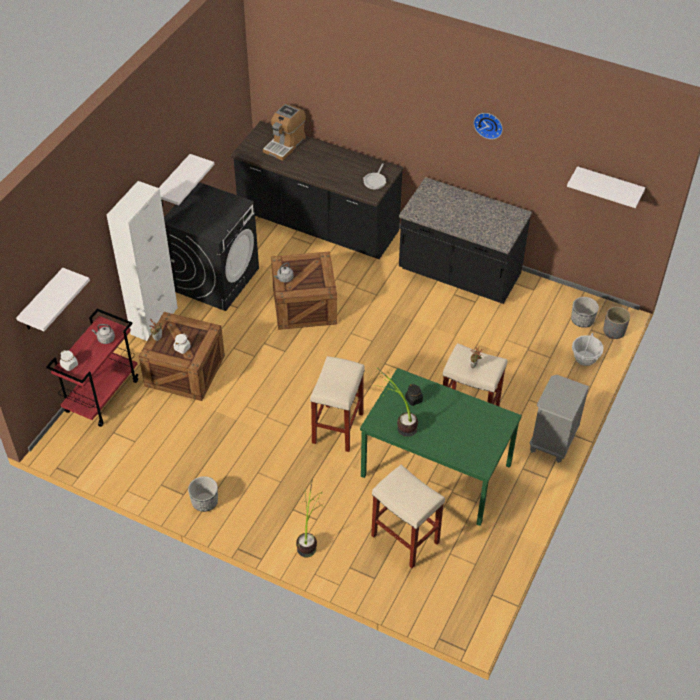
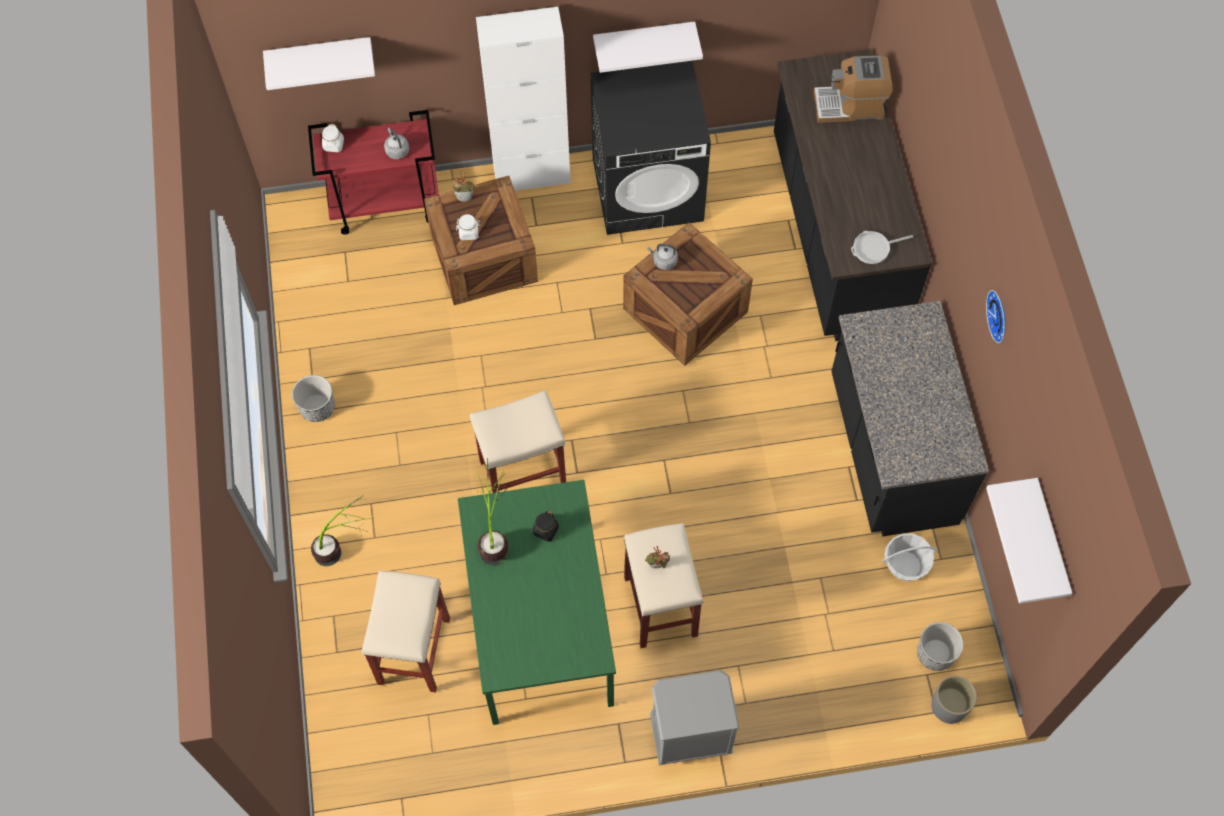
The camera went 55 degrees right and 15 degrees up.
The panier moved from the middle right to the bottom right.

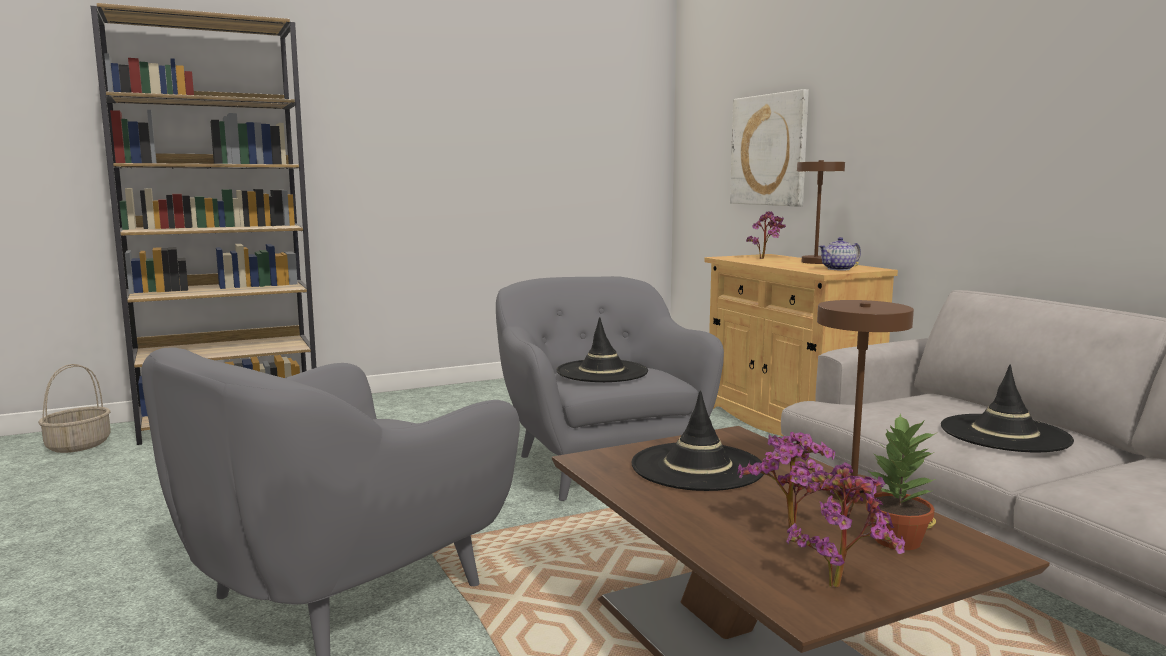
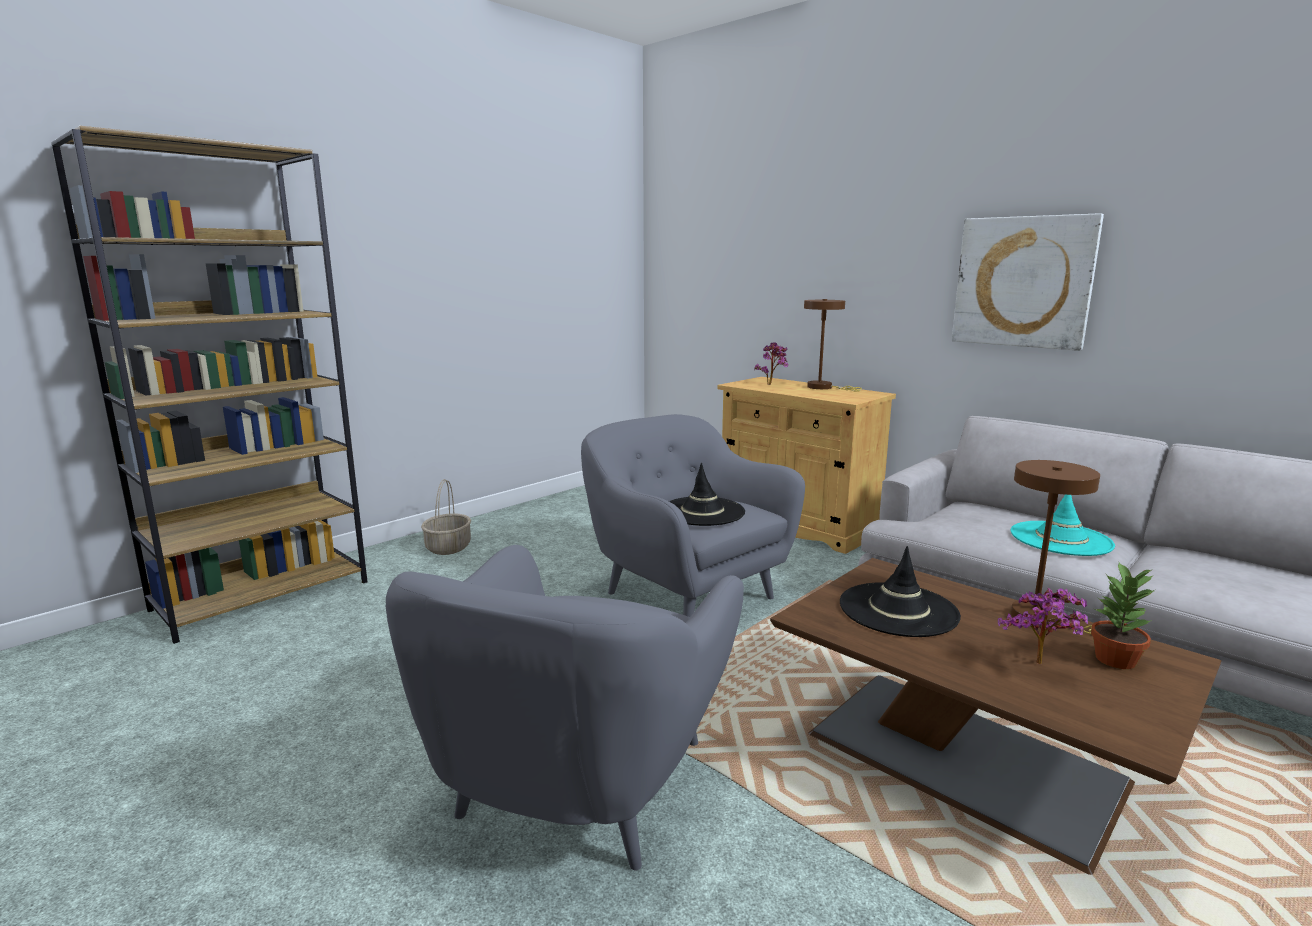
The camera went 20 degrees left and 5 degrees up.
The plante en pot (3rd from left) at the bottom right disappeared.
The théière at the middle right disappeared.
The panier moved from the middle left to the centre.
The tableau moved from the top centre to the top right.
The chapeau (noir) (3rd from left) at the middle right became the chapeau (turquoise) at the middle right.

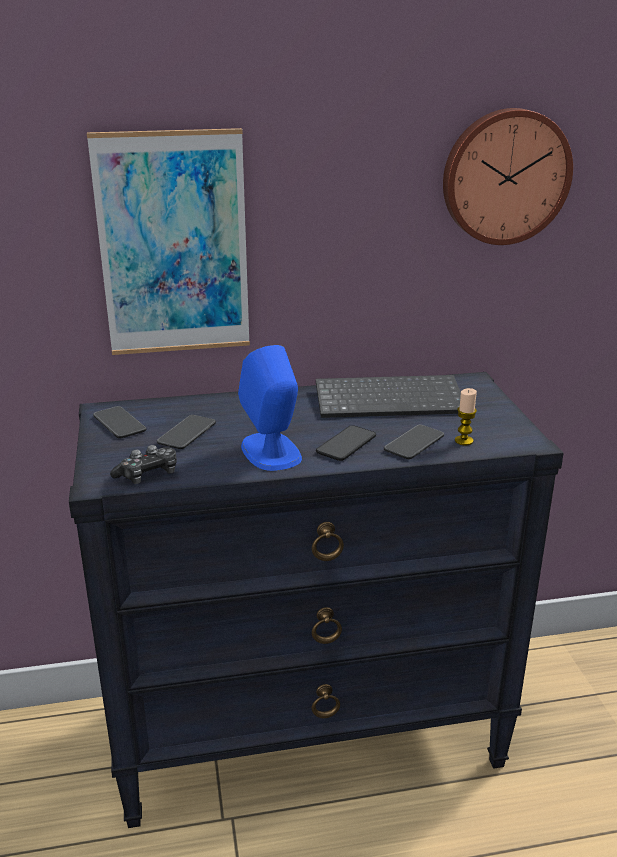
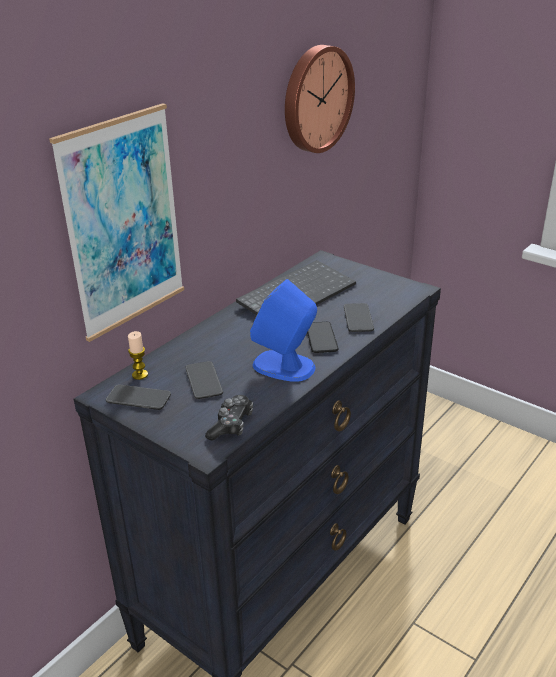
The camera went 40 degrees left and 5 degrees up.
The bougie moved from the middle right to the middle left.

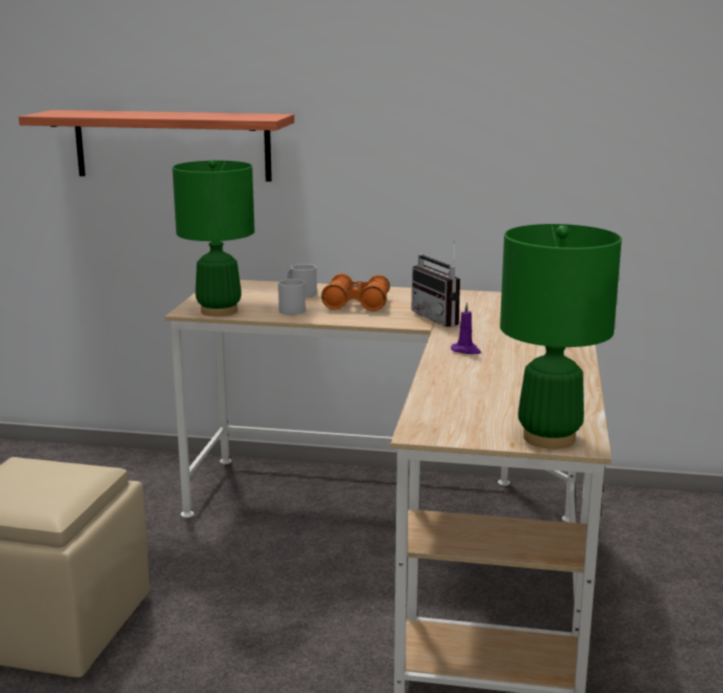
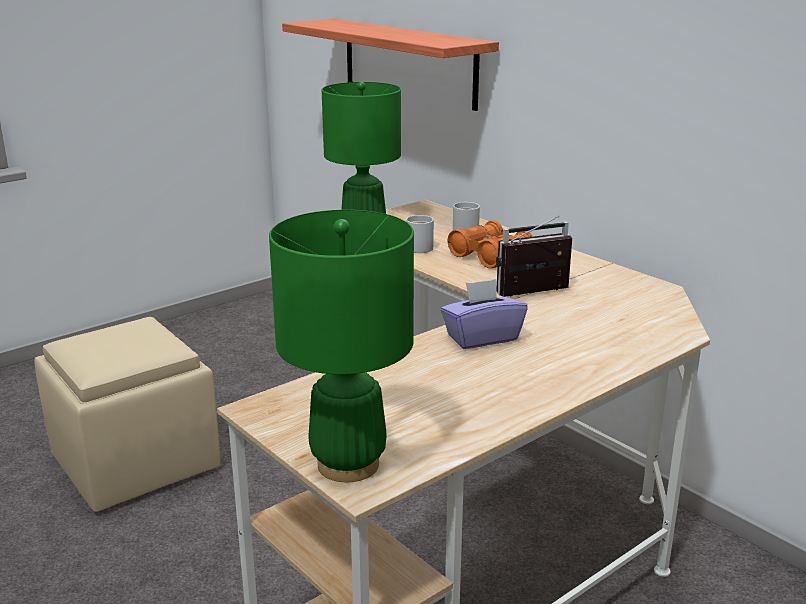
The camera went 40 degrees right and 5 degrees up.
The bougie (violet) at the centre was replaced by the boîte à mouchoirs (violet) at the centre.
The radio at the centre turned 60 degrees clockwise.

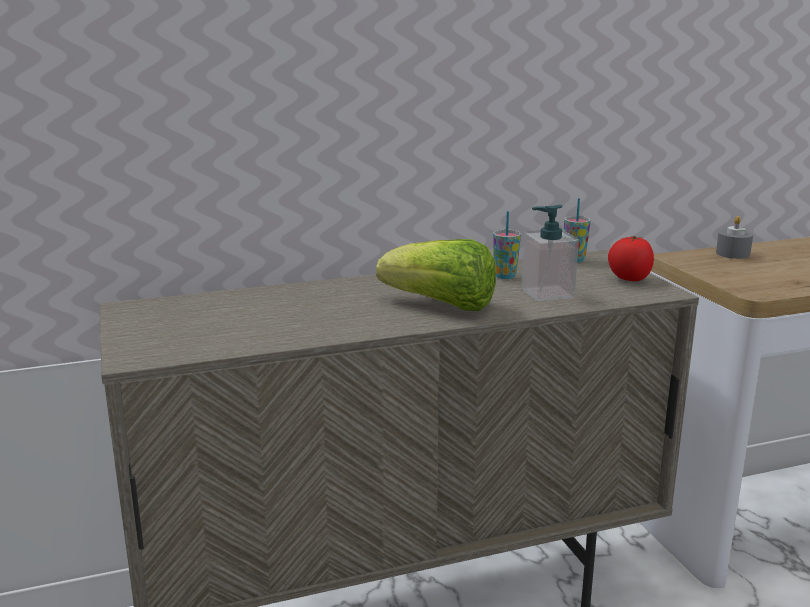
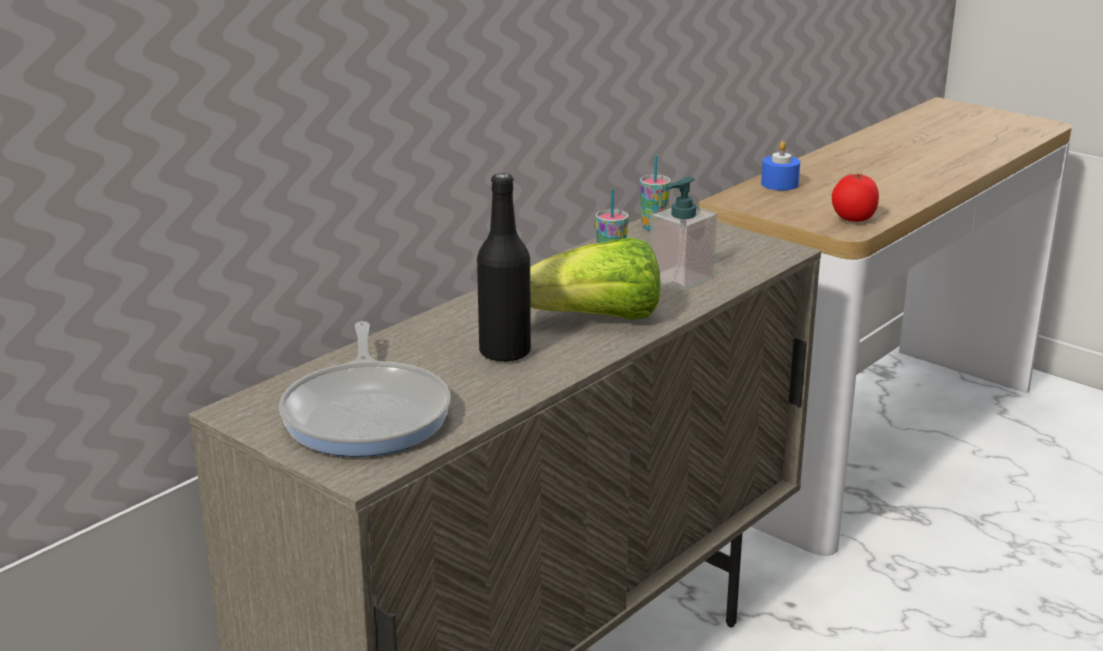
The camera went 30 degrees left and 5 degrees up.
The poêle at the middle left appeared.
The bouteille (noir) at the centre appeared.
The tomate moved from the middle right to the top right.
The bougie (gris) at the middle right became the bougie (bleu) at the top right.

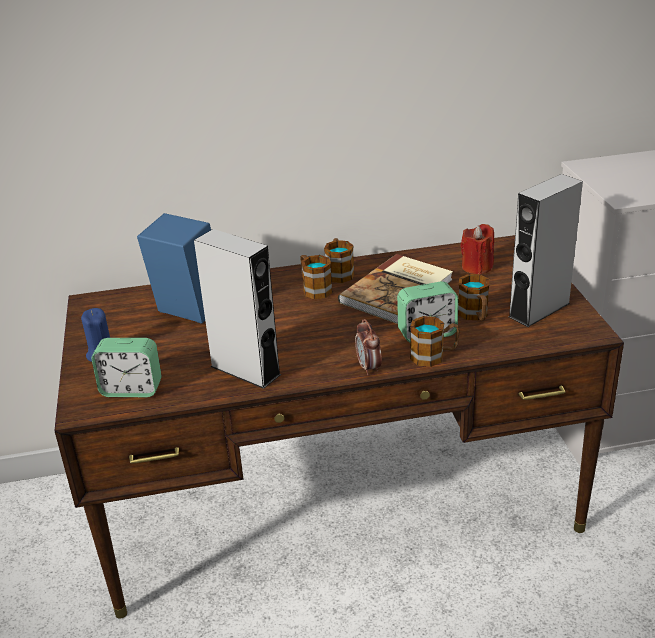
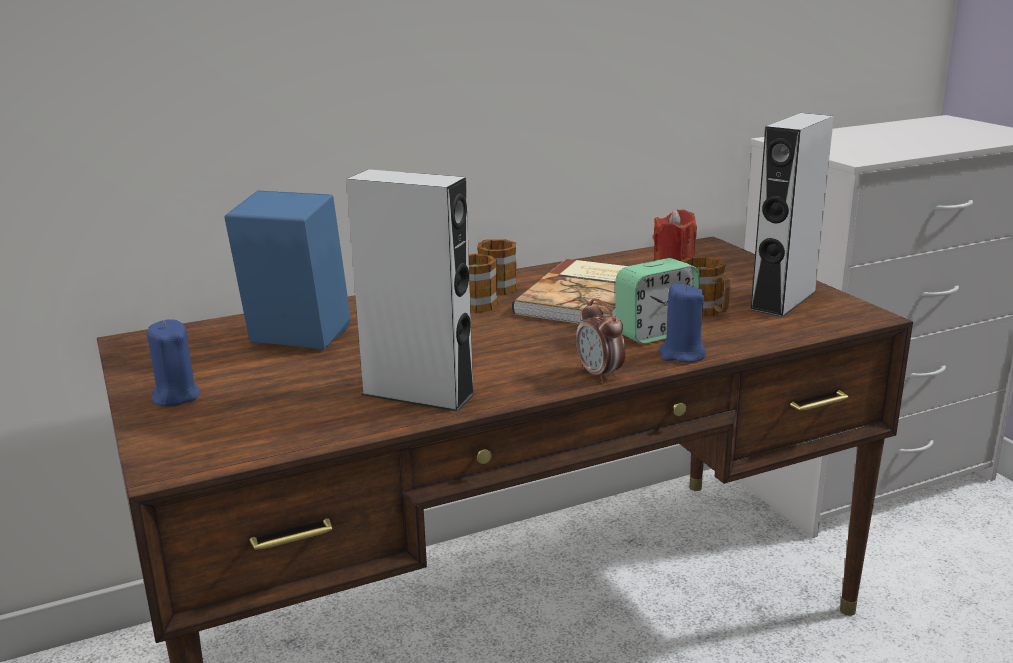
The camera went 15 degrees left and 10 degrees down.
The réveil (1st from left) at the middle left disappeared.
The mug (3rd from left) at the centre was replaced by the bougie (bleu) (2nd from left) at the middle right.

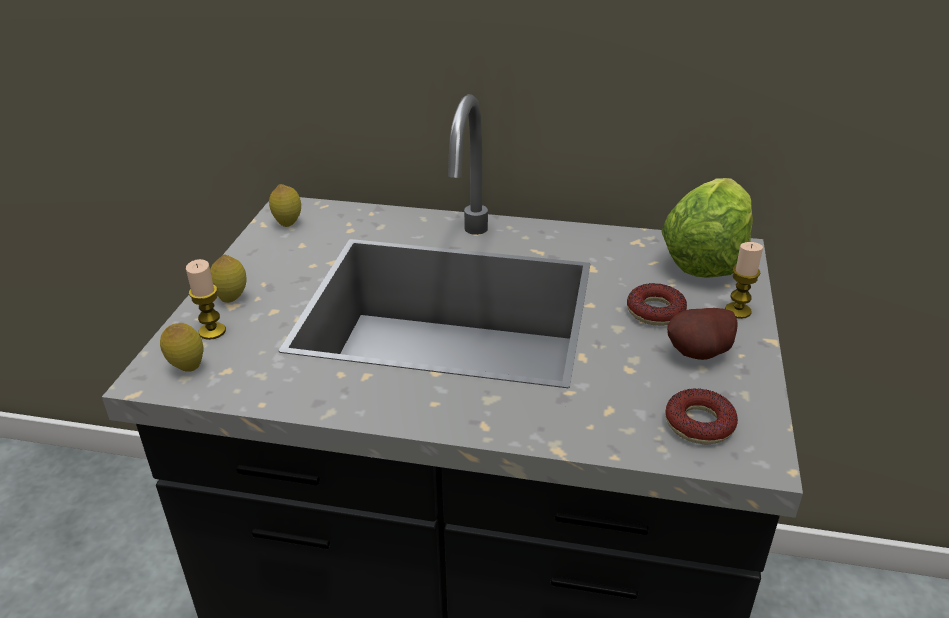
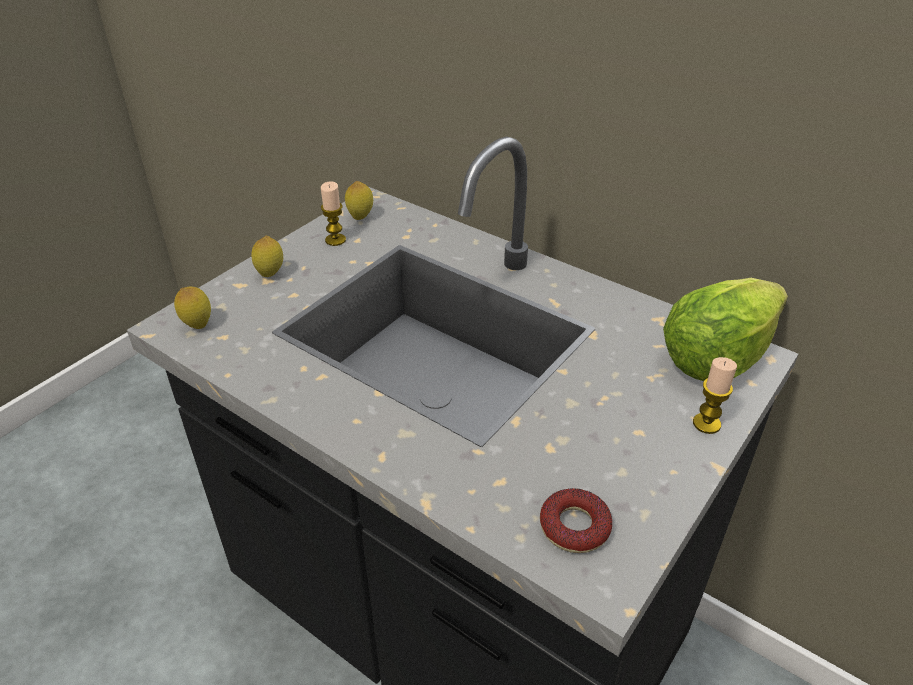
The camera went 25 degrees right and 5 degrees up.
The beignet (1st from left) at the middle right disappeared.
The pomme de terre at the middle right disappeared.
The bougie (1st from left) moved from the middle left to the top centre.

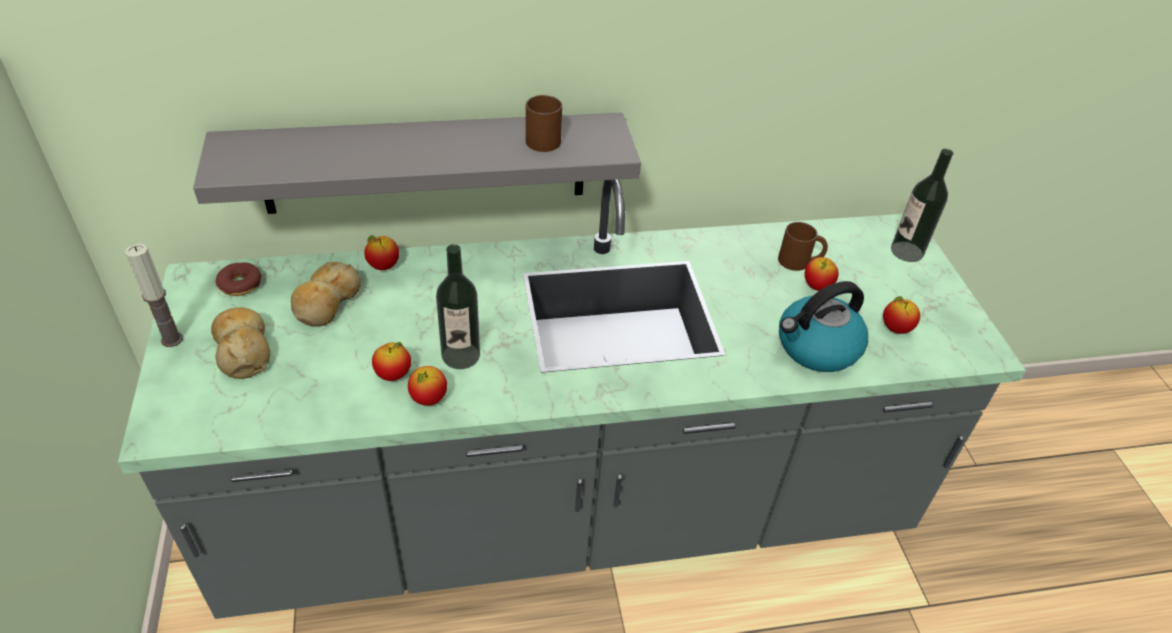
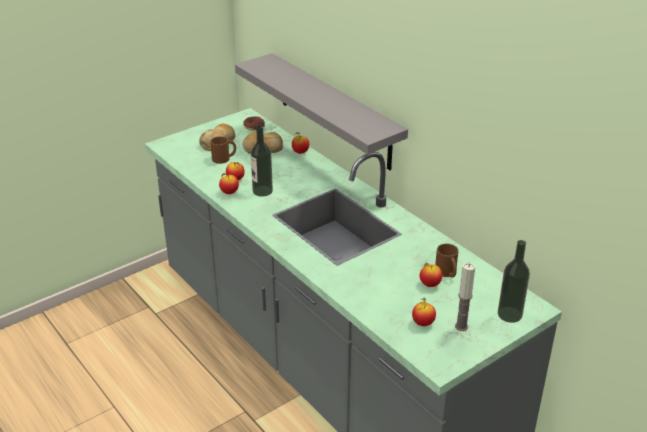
The camera went 65 degrees right and 10 degrees down.
The bouilloire at the middle right disappeared.
The bougie moved from the middle left to the bottom right.
The mug (marron) (1st from left) moved from the top centre to the centre.

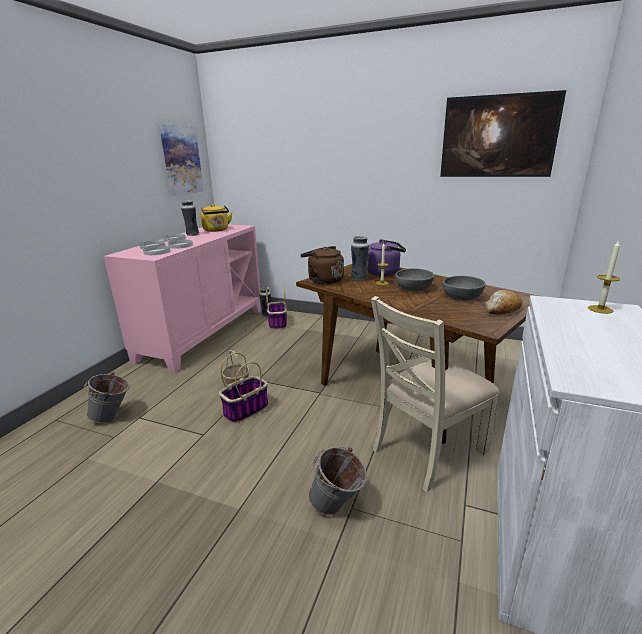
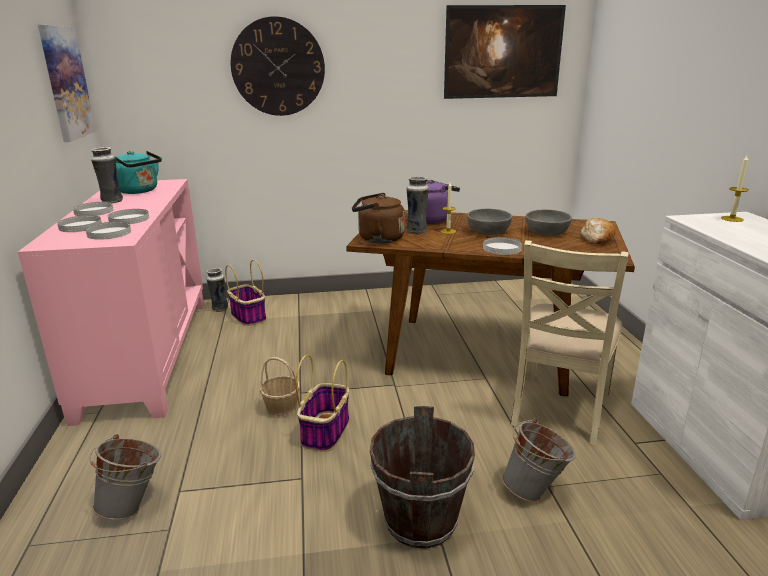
The camera went 30 degrees left and 0 degrees up.
The horloge murale at the top centre appeared.
The seau (marron) at the bottom centre appeared.
The assiette (blanc) (5th from left) at the centre appeared.
The bouilloire (jaune) at the centre became the bouilloire (turquoise) at the top left.

